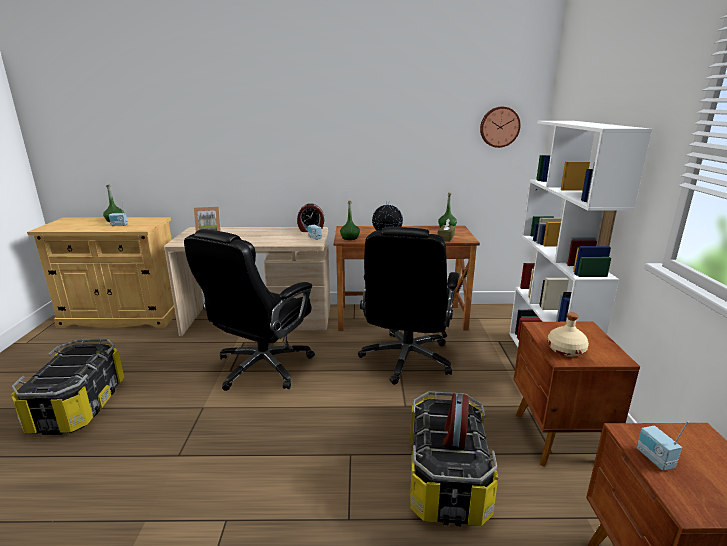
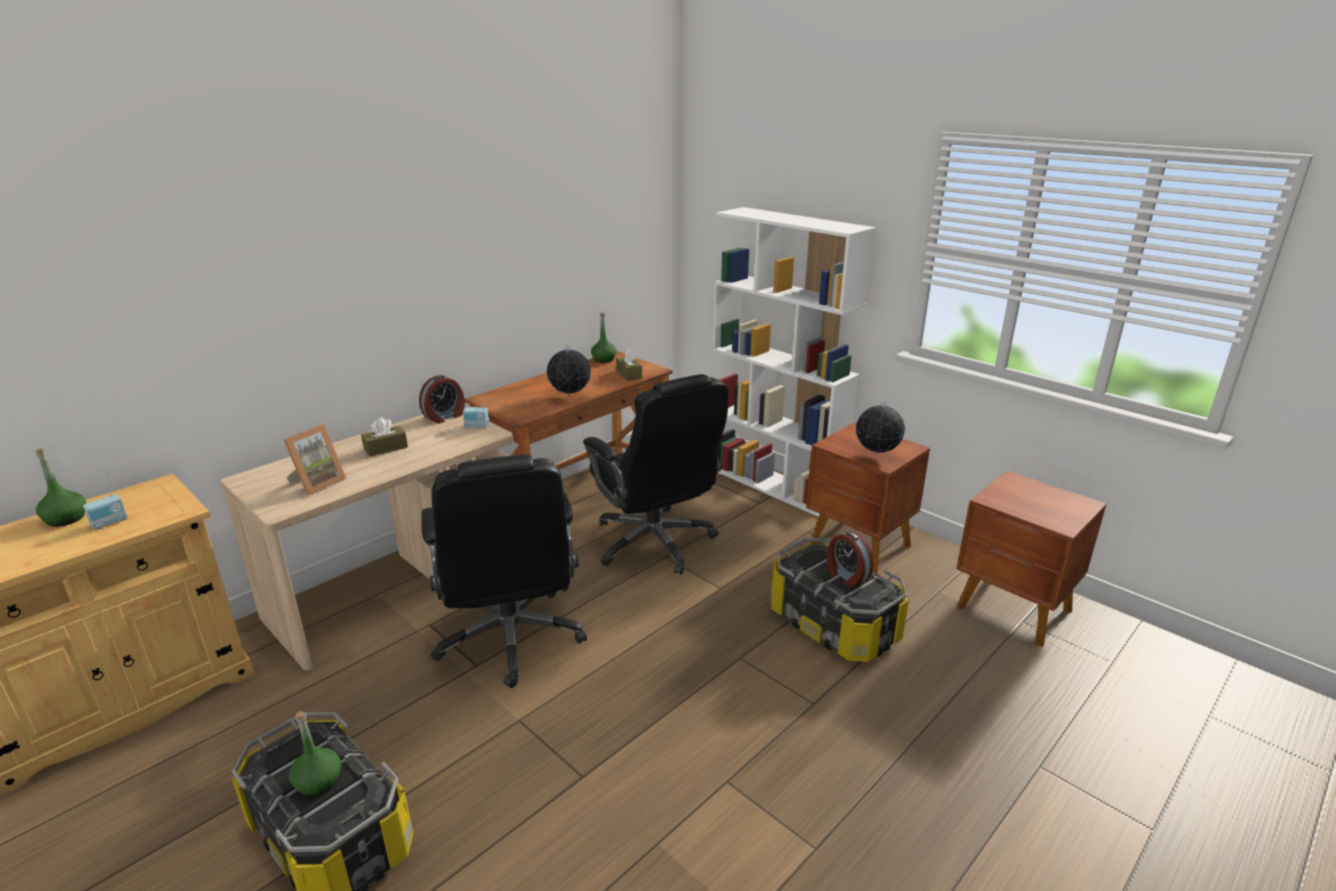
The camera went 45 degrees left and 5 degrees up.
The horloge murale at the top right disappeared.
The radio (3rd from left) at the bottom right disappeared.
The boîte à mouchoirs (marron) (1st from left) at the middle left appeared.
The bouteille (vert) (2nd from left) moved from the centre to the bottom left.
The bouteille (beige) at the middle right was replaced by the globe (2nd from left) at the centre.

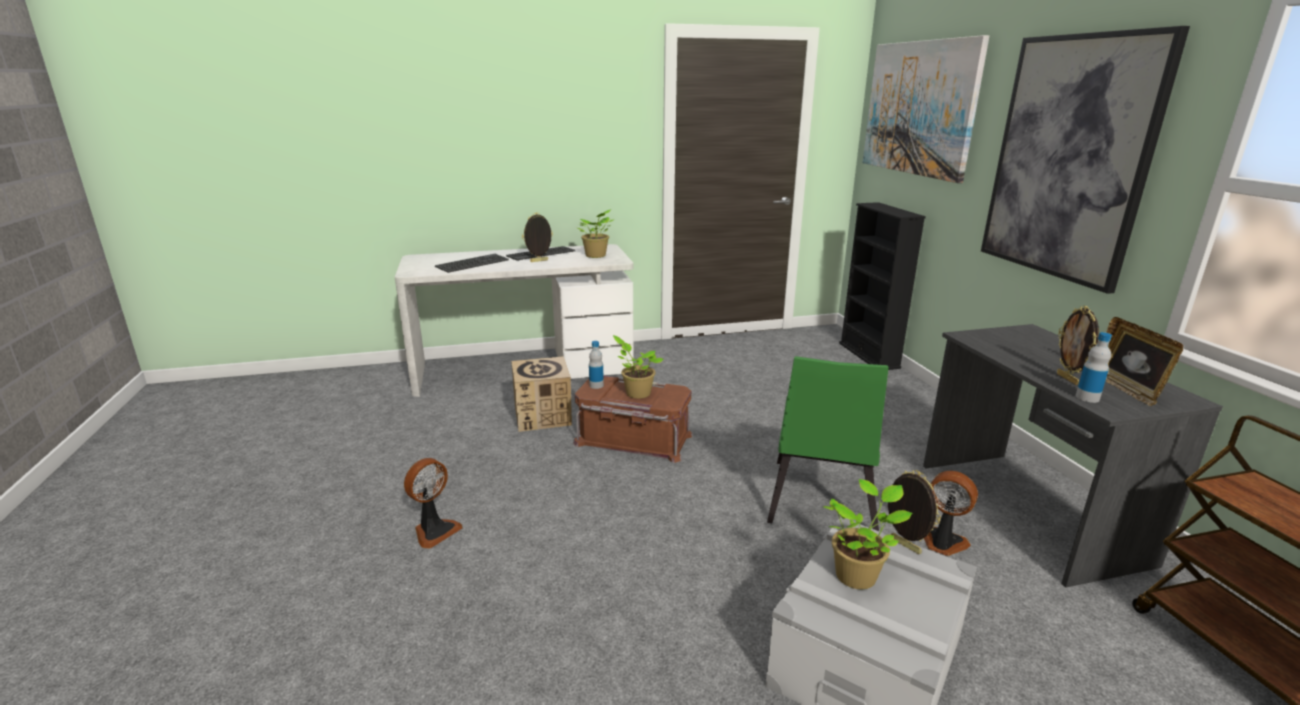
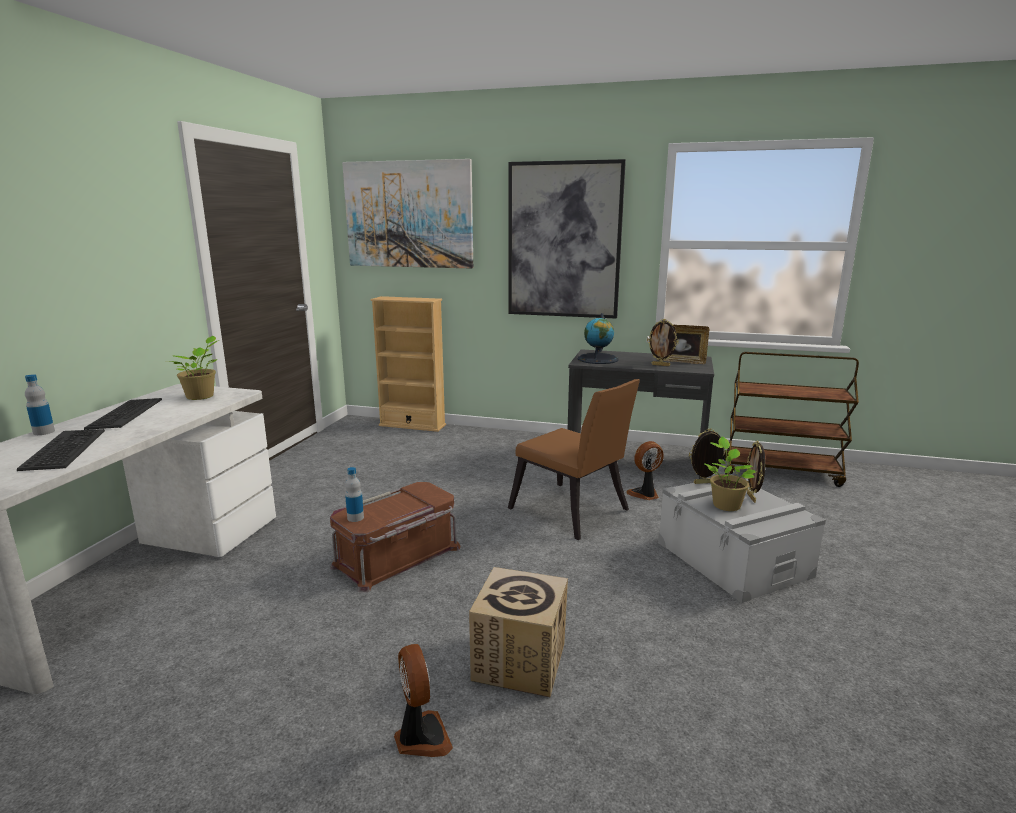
The camera went 60 degrees left and 5 degrees down.
The plante en pot (2nd from left) at the centre disappeared.
The globe at the centre appeared.
The carton moved from the centre to the bottom centre.
The cadre photo (1st from left in the first image) moved from the centre to the middle right.
The bouteille (2nd from left in the first image) moved from the middle right to the middle left.
The chaise (vert) at the centre became the chaise (marron) at the centre.
The bibliothèque (noir) at the middle right became the bibliothèque (beige) at the centre.

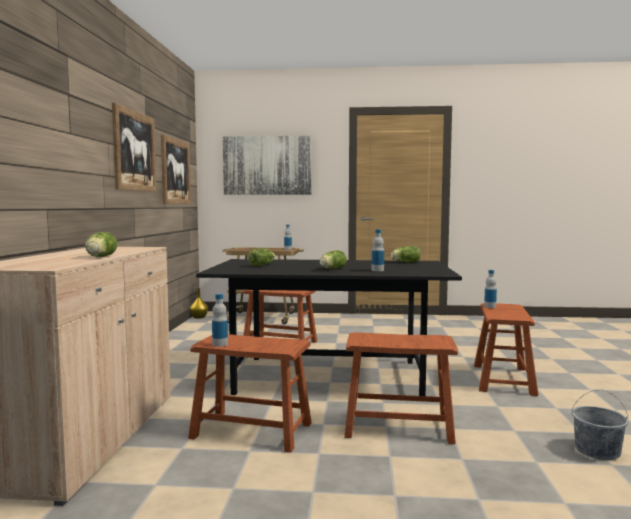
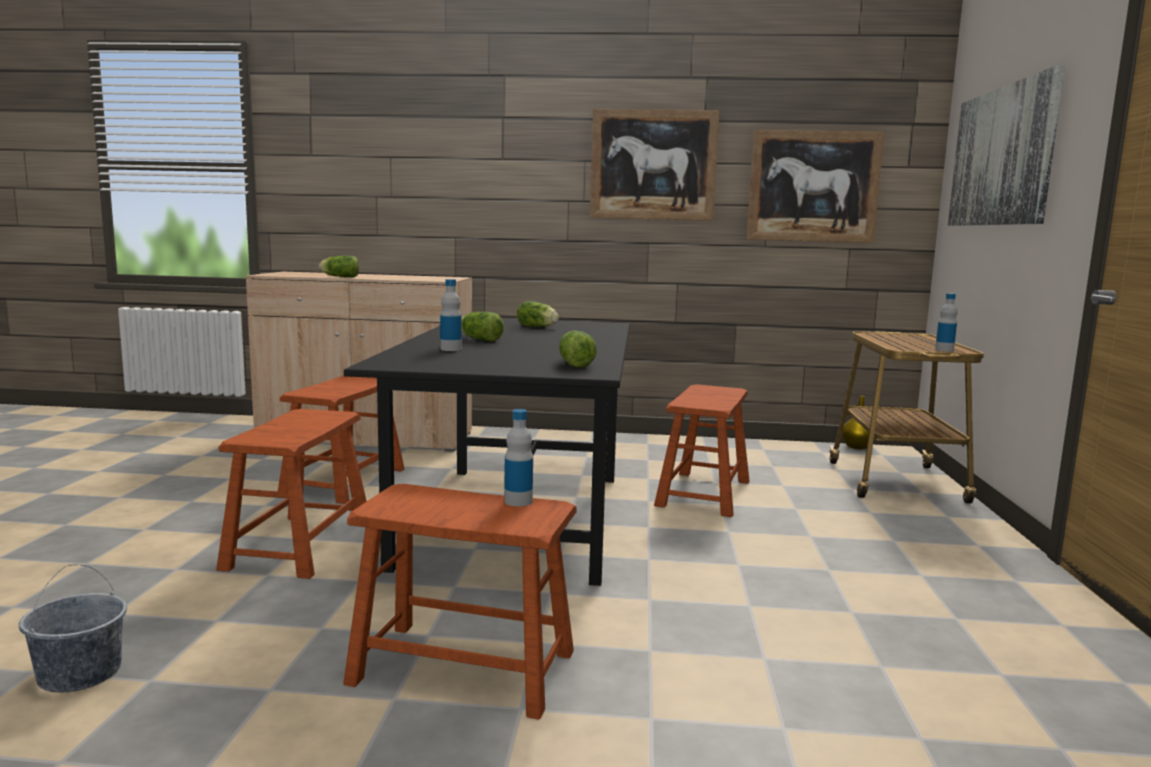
The camera went 90 degrees right and 5 degrees up.
The bouteille (1st from left) at the centre disappeared.

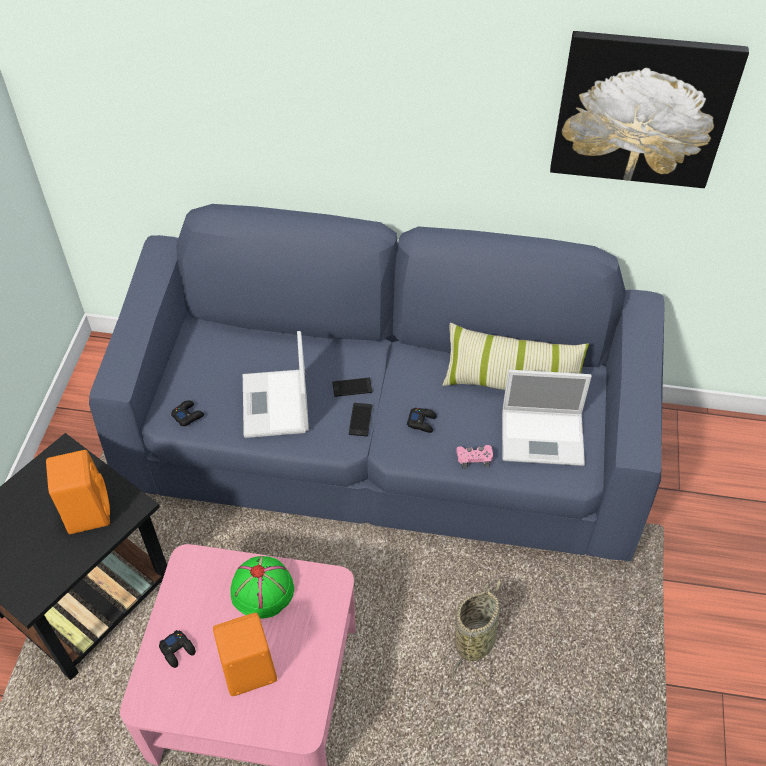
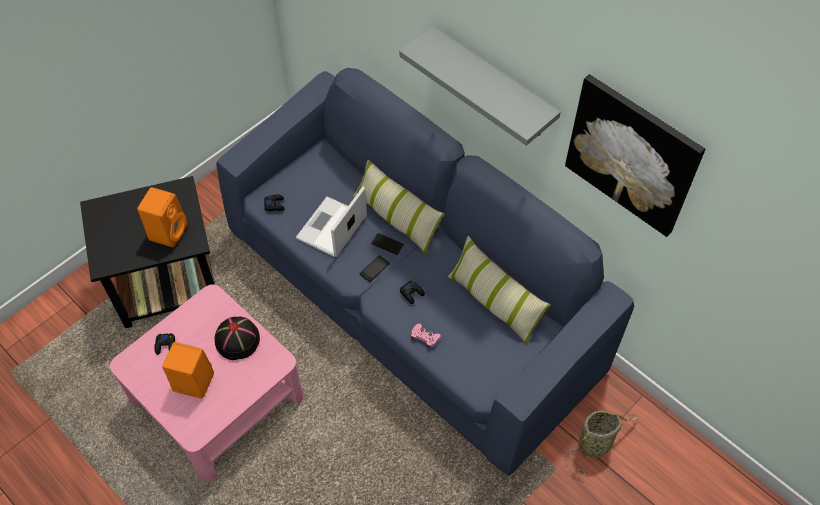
The camera went 35 degrees right and 5 degrees up.
The ordinateur portable (2nd from left) at the middle right disappeared.
The coussin (1st from left) at the centre appeared.
The étagère (gris) at the top centre appeared.
The panier moved from the bottom centre to the bottom right.
The chapeau (vert) at the bottom centre became the chapeau (noir) at the bottom left.

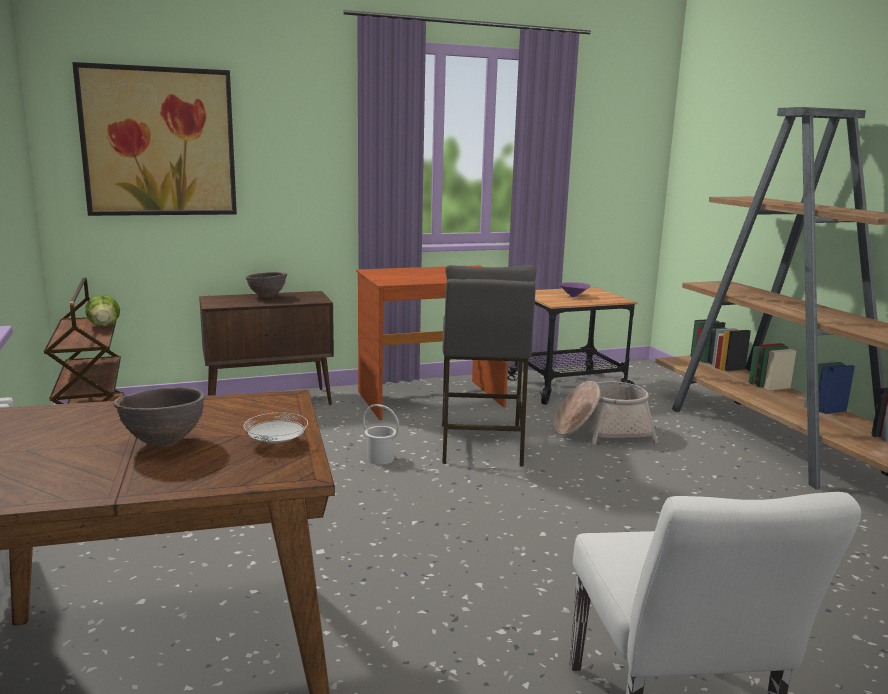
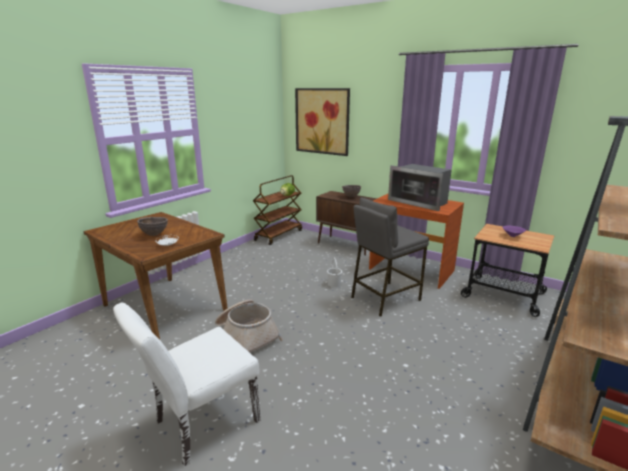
The camera went 55 degrees right and 5 degrees up.
The micro-ondes at the middle right appeared.
The panier moved from the middle right to the bottom centre.

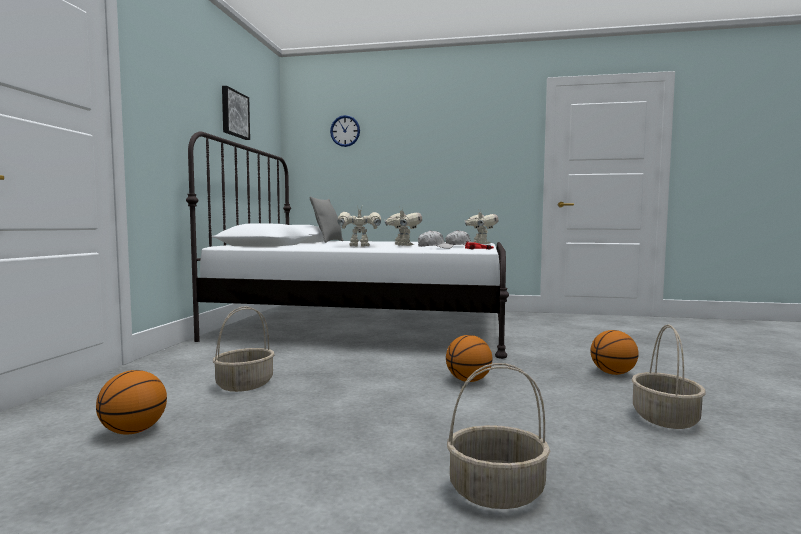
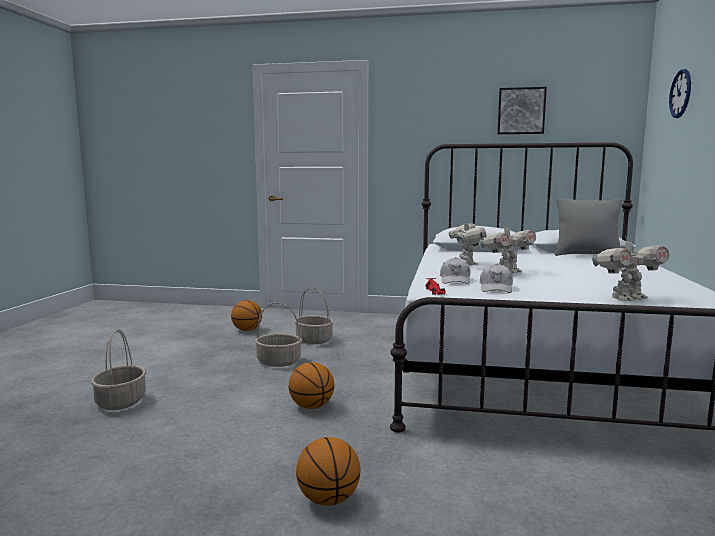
The camera went 90 degrees right and 5 degrees up.
The panier (3rd from left in the first image) moved from the bottom right to the centre.

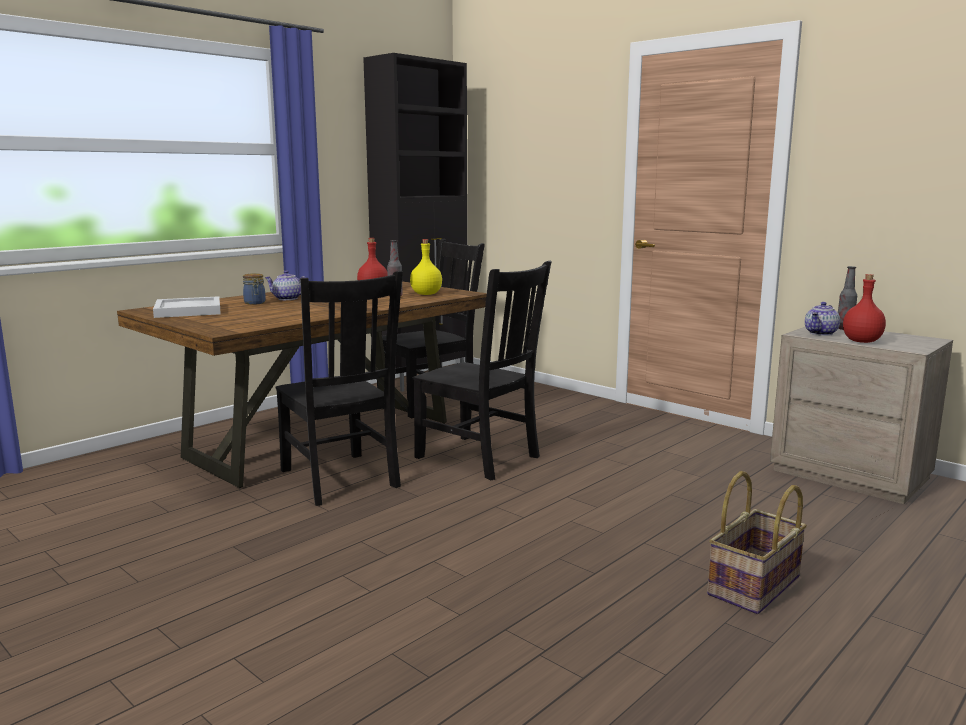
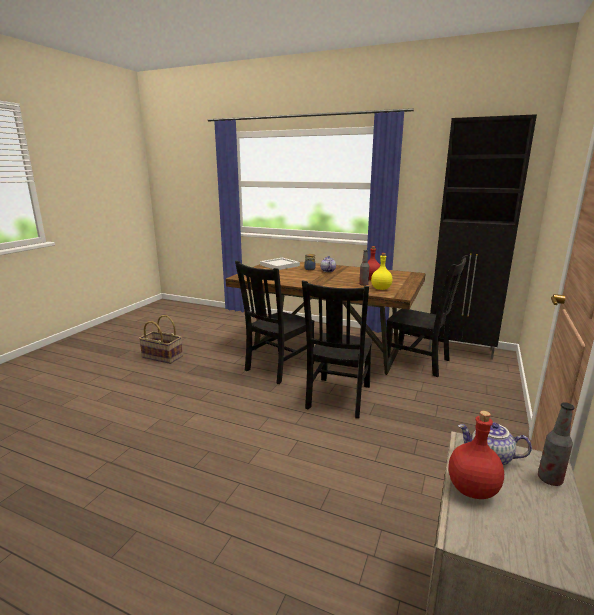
The camera went 70 degrees right and 5 degrees up.
The panier moved from the bottom right to the middle left.

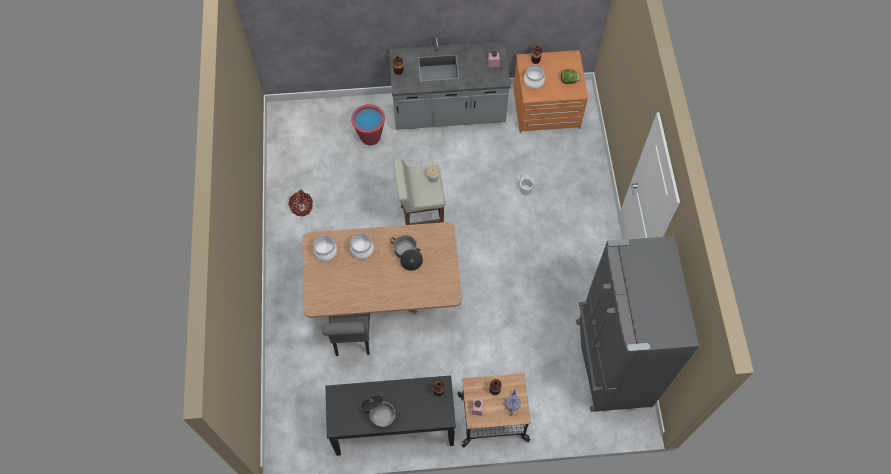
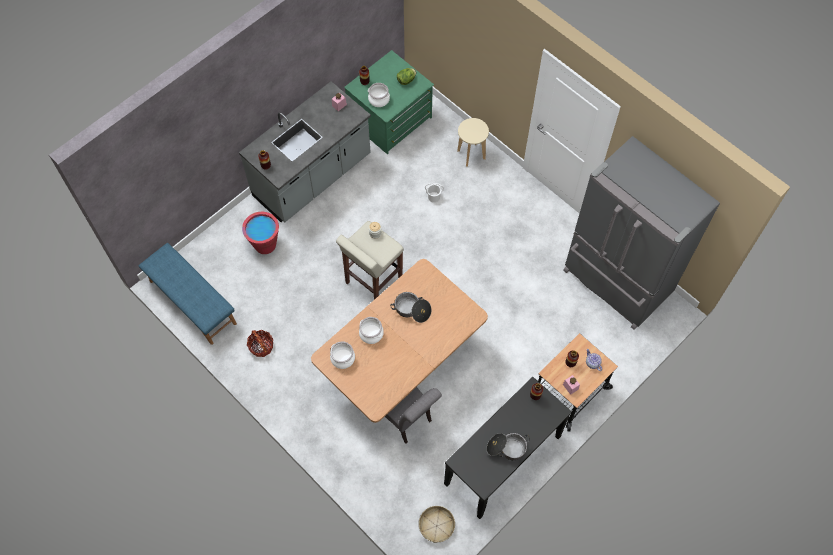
The camera went 40 degrees left and 0 degrees up.
The banc (bleu) at the middle left appeared.
The panier (2nd from left) at the bottom centre appeared.
The tabouret (beige) (2nd from left) at the top centre appeared.
The commode (orange) at the top centre became the commode (vert) at the top centre.

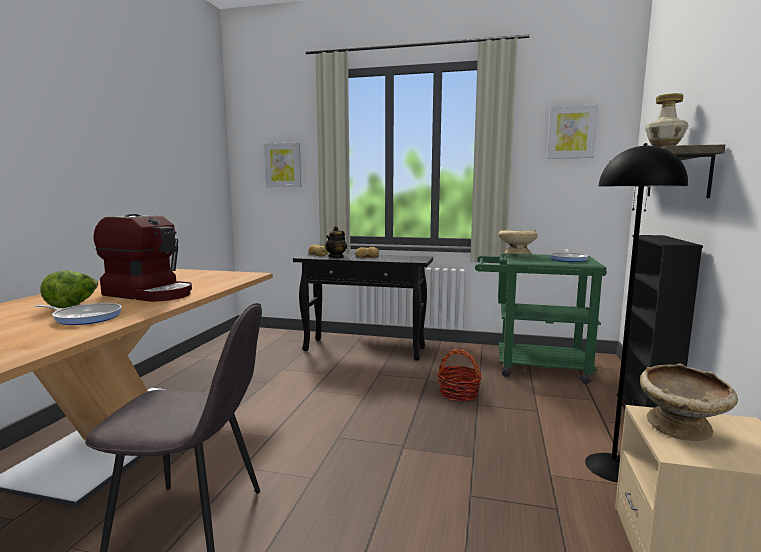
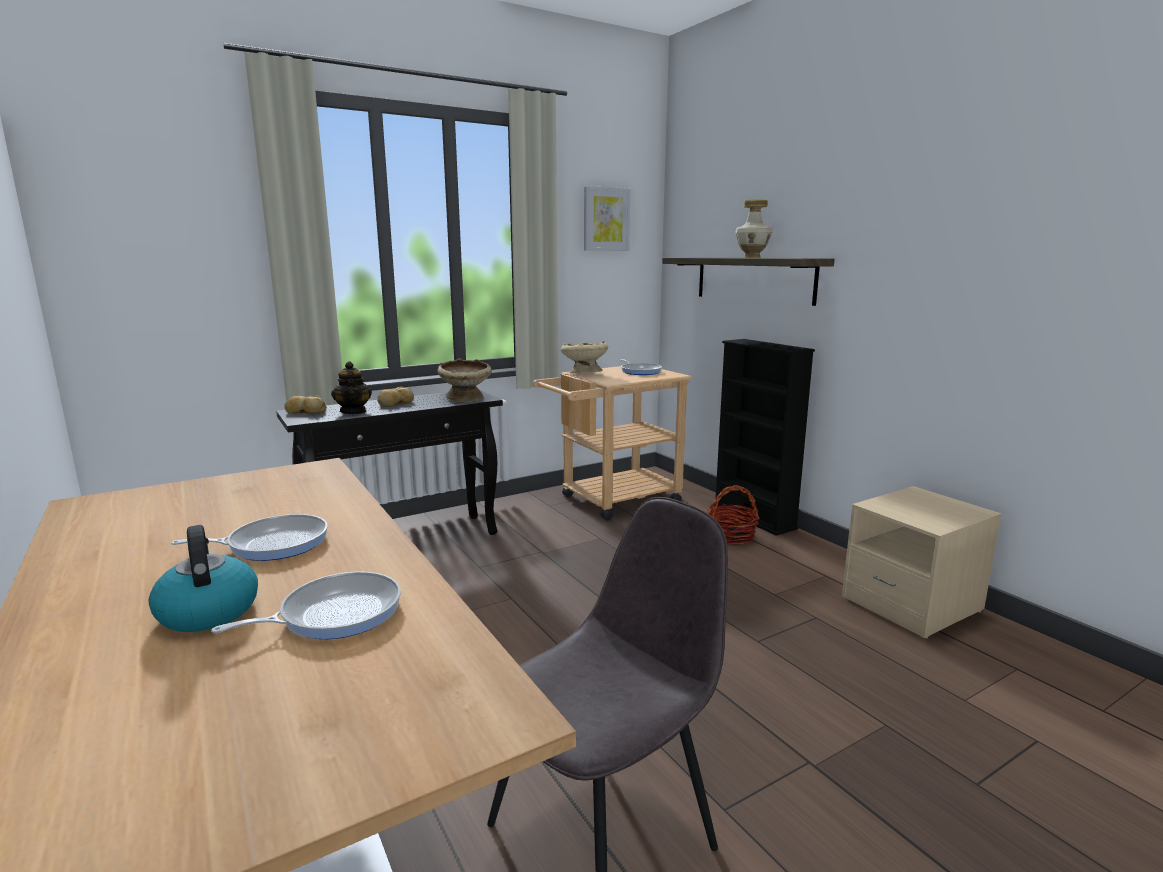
The camera went 45 degrees left and 5 degrees up.
The tableau (1st from left) at the top centre disappeared.
The lampadaire (noir) at the middle right disappeared.
The panier moved from the bottom centre to the centre.
The bol (beige) (2nd from left in the first image) moved from the bottom right to the centre.
The laitue at the middle left was replaced by the bouilloire at the middle left.
The machine à café at the middle left was replaced by the poêle (1st from left) at the middle left.
The chariot (vert) at the middle right became the chariot (beige) at the centre.

